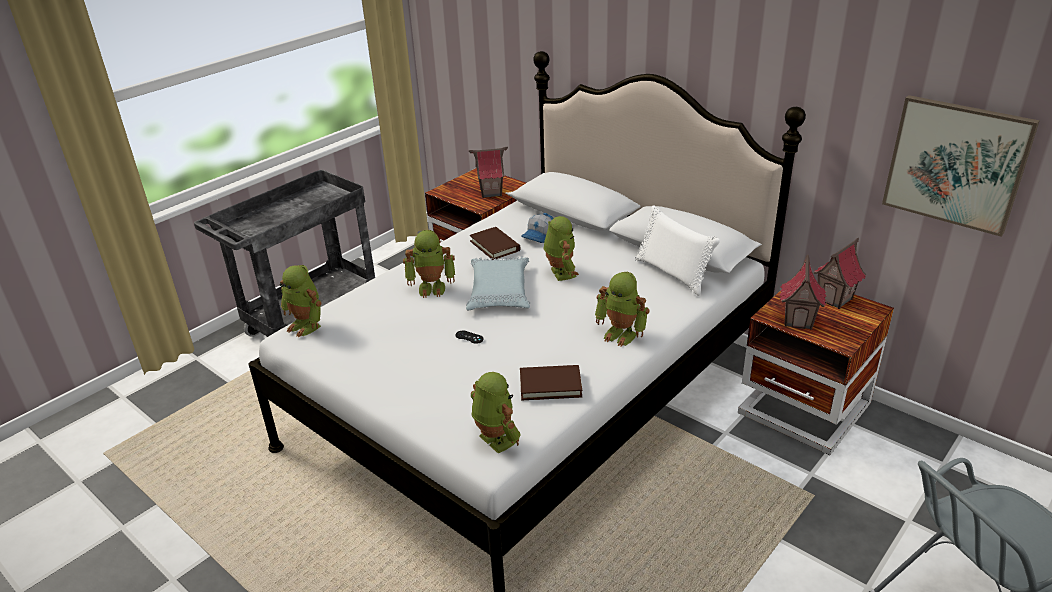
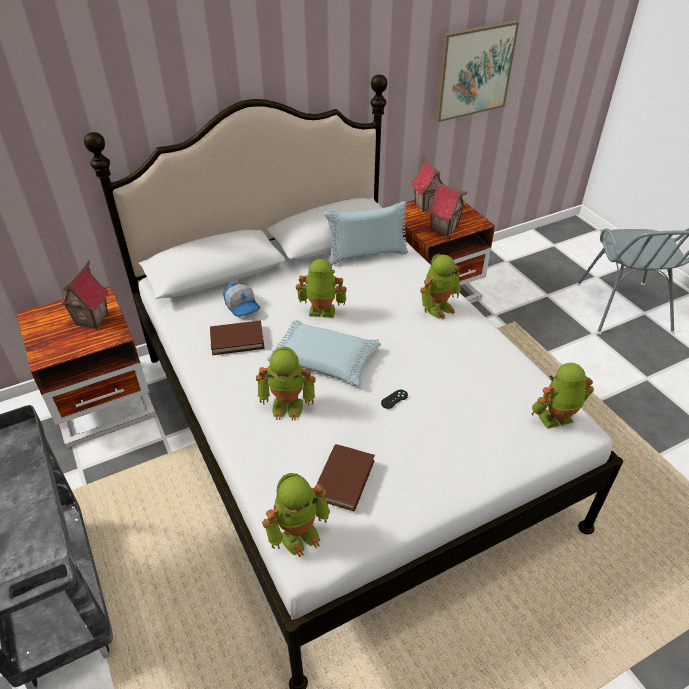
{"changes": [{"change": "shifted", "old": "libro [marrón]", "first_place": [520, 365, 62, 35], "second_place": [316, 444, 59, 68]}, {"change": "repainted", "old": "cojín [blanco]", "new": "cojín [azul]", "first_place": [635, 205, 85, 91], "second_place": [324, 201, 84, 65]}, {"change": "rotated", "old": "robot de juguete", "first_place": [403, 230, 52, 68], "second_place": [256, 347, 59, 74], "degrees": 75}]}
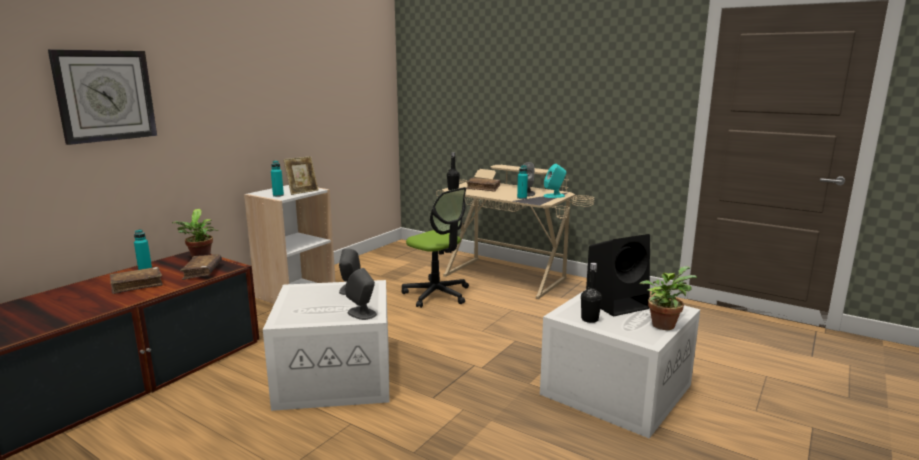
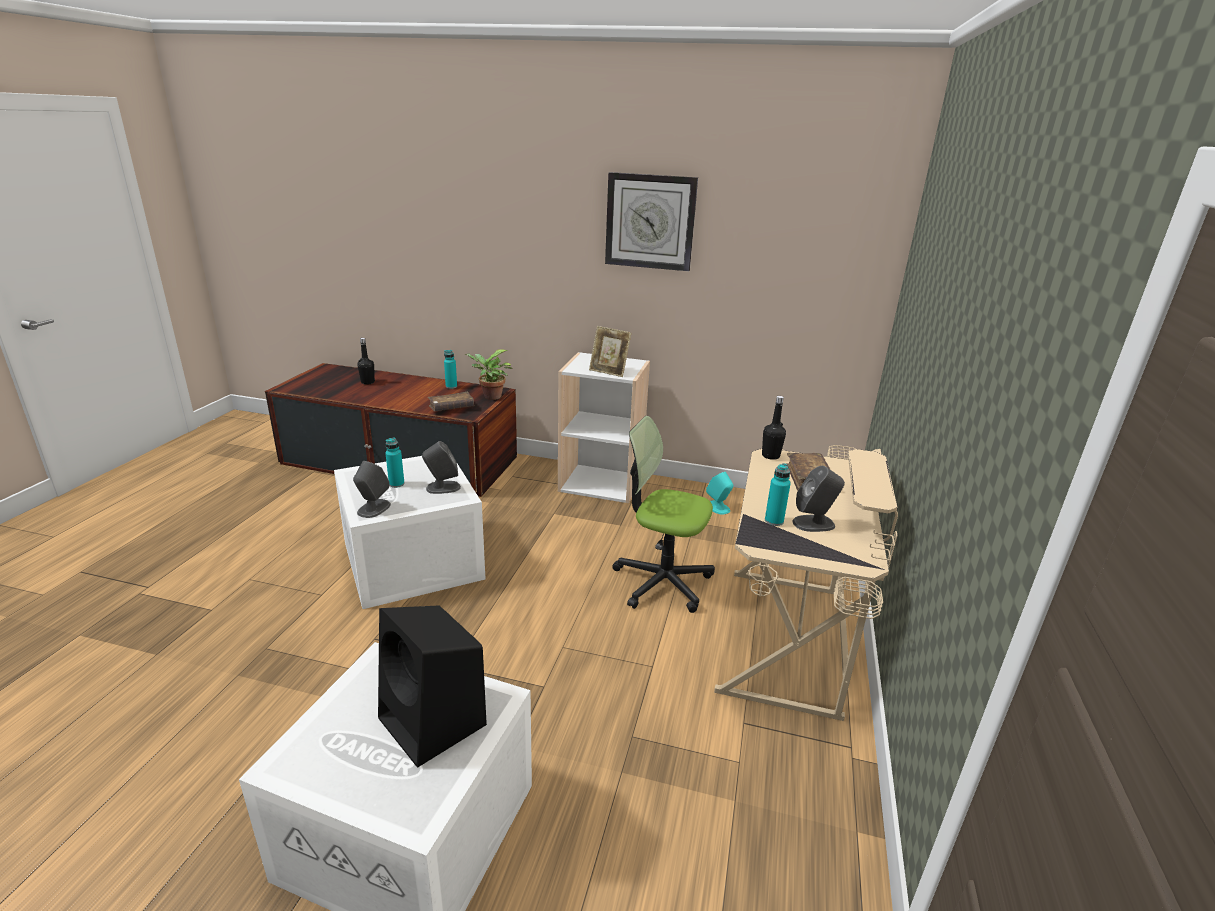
{"changes": [{"change": "gone", "old": "libro [marrón]", "first_place": [110, 267, 53, 27]}, {"change": "gone", "old": "planta en maceta", "first_place": [639, 266, 58, 64]}, {"change": "shifted", "old": "reloj de pared", "first_place": [48, 49, 109, 96], "second_place": [605, 172, 93, 99]}, {"change": "shifted", "old": "botella [turquesa]", "first_place": [271, 161, 13, 36], "second_place": [385, 437, 20, 51]}, {"change": "shifted", "old": "altavoz [turquesa]", "first_place": [544, 164, 23, 34], "second_place": [706, 472, 27, 43]}, {"change": "shifted", "old": "botella [negro]", "first_place": [581, 263, 21, 60], "second_place": [357, 338, 18, 47]}, {"change": "rotated", "old": "silla de oficina", "first_place": [402, 187, 67, 121], "second_place": [613, 416, 102, 197], "degrees": 90}]}
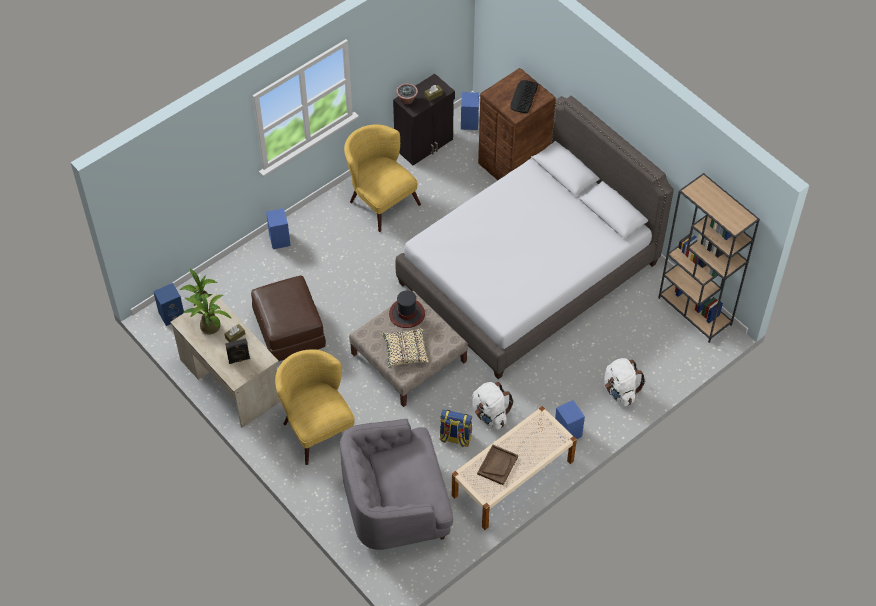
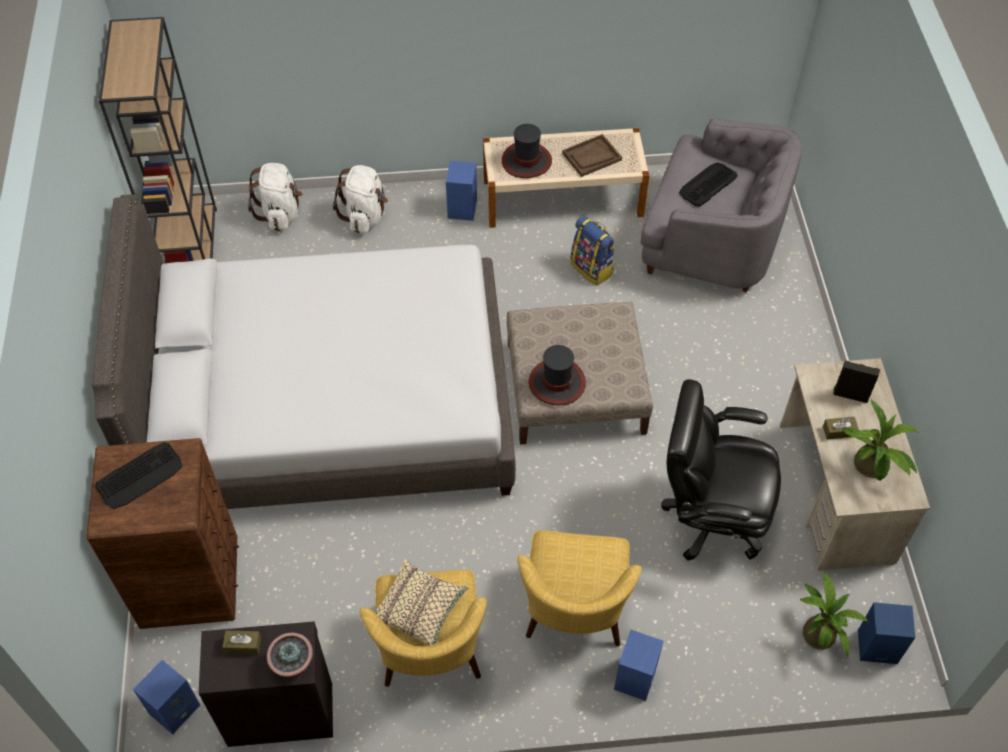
{"changes": [{"change": "new", "new": "sombrero", "second_place": [502, 124, 50, 54]}, {"change": "new", "new": "teclado", "second_place": [679, 162, 59, 45]}, {"change": "shifted", "old": "sillón [amarillo]", "first_place": [275, 349, 80, 116], "second_place": [517, 530, 125, 116]}, {"change": "shifted", "old": "cojín [beis]", "first_place": [382, 328, 47, 40], "second_place": [375, 559, 93, 87]}, {"change": "shifted", "old": "mochila [blanco]", "first_place": [472, 382, 42, 48], "second_place": [248, 163, 54, 68]}, {"change": "swapped", "old": "puf [marrón]", "new": "silla de oficina [negro]", "first_place": [251, 276, 75, 85], "second_place": [661, 379, 120, 182]}]}
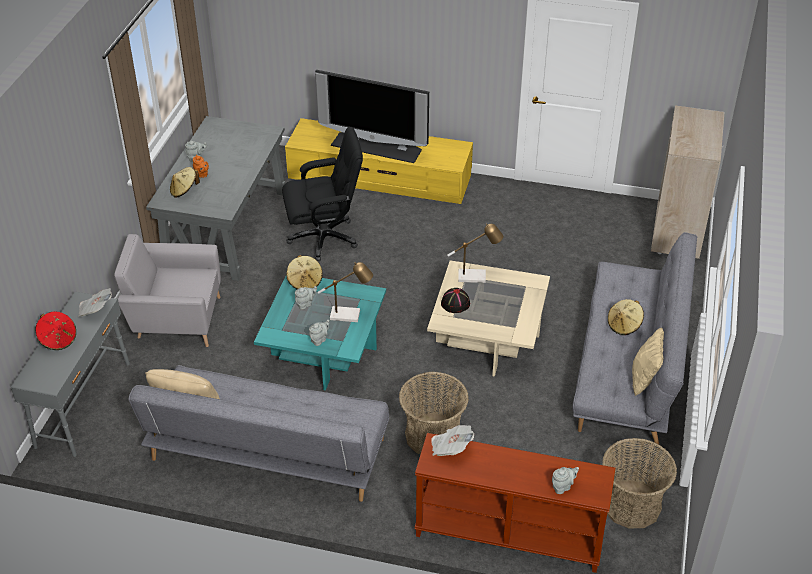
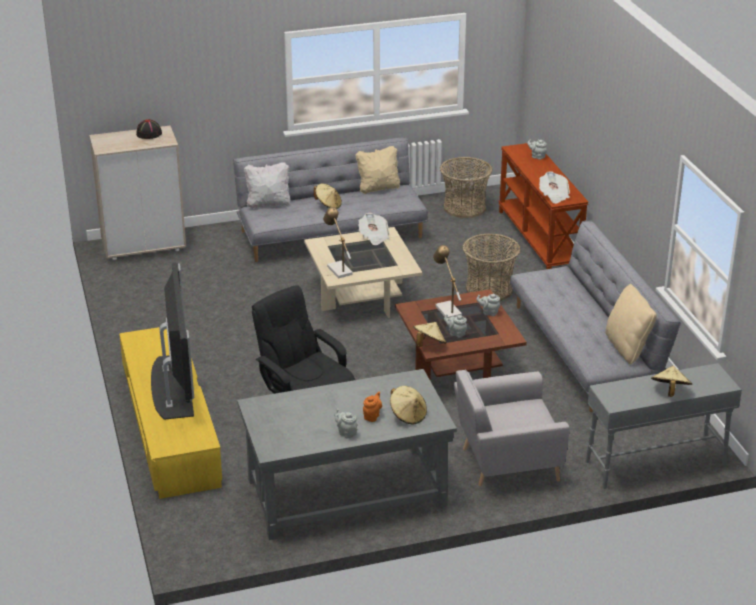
{"changes": [{"change": "new", "new": "cojín [blanco]", "second_place": [244, 162, 46, 47]}, {"change": "shifted", "old": "periódico", "first_place": [78, 288, 34, 29], "second_place": [359, 213, 31, 32]}, {"change": "shifted", "old": "sombrero [negro]", "first_place": [441, 288, 29, 25], "second_place": [136, 119, 26, 20]}, {"change": "repainted", "old": "sombrero [rojo]", "new": "sombrero [beis]", "first_place": [35, 311, 41, 39], "second_place": [651, 366, 41, 31]}, {"change": "repainted", "old": "mesa de centro [turquesa]", "new": "mesa de centro [marrón]", "first_place": [254, 276, 132, 115], "second_place": [395, 289, 132, 91]}, {"change": "rotated", "old": "sillón [gris]", "first_place": [114, 234, 107, 113], "second_place": [454, 370, 116, 116], "degrees": 105}]}
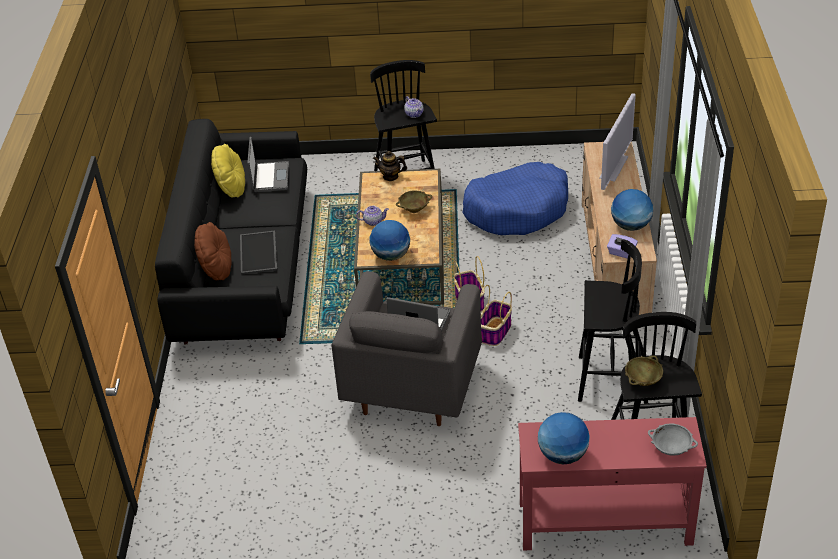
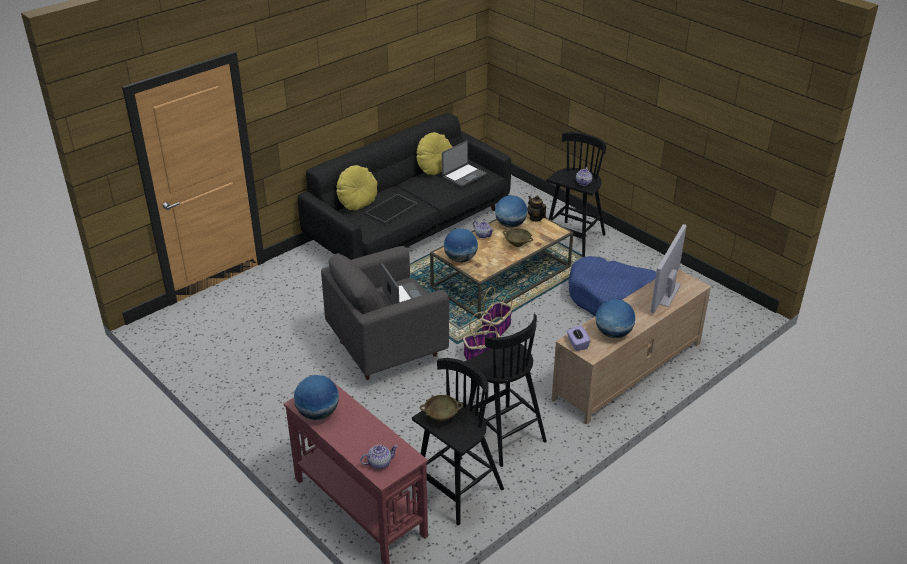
{"changes": [{"change": "new", "new": "globo terráqueo", "second_place": [495, 195, 32, 33]}, {"change": "swapped", "old": "cuenco [gris]", "new": "tetera", "first_place": [648, 424, 50, 32], "second_place": [360, 445, 38, 24]}, {"change": "repainted", "old": "cojín [marrón]", "new": "cojín [amarillo]", "first_place": [194, 222, 37, 58], "second_place": [336, 165, 41, 46]}, {"change": "rotated", "old": "televisor", "first_place": [599, 93, 37, 97], "second_place": [651, 224, 35, 89], "degrees": 135}]}
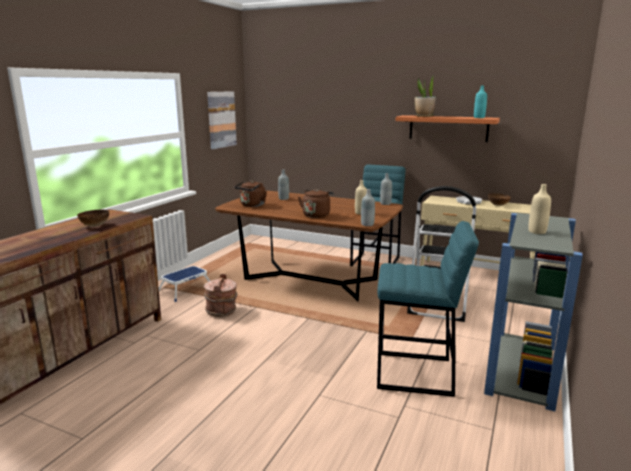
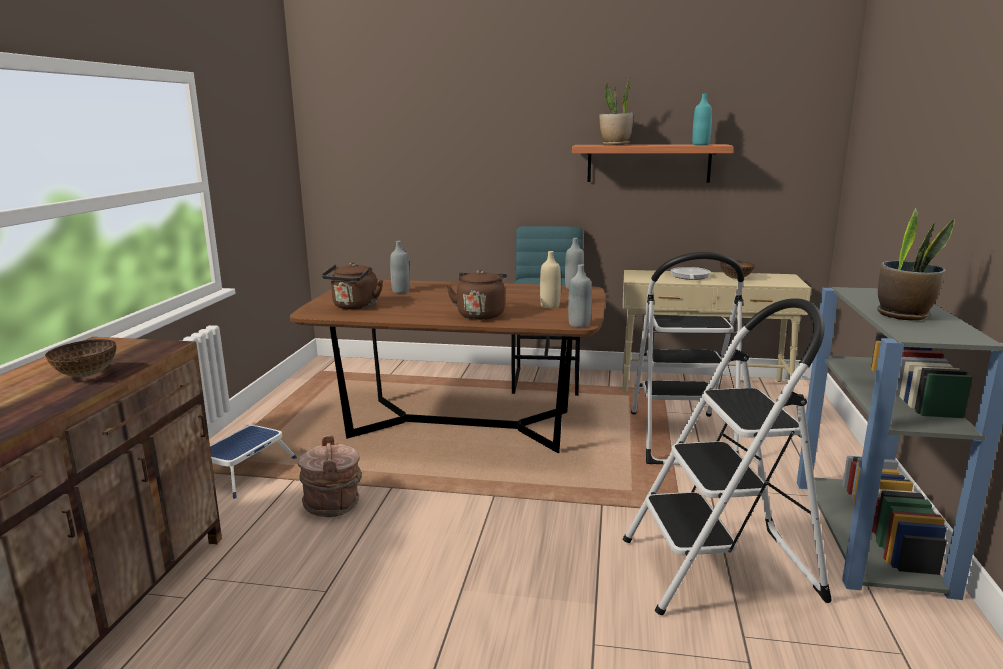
{"changes": [{"change": "gone", "old": "cuadro", "first_place": [207, 91, 30, 58]}, {"change": "swapped", "old": "taburete [turquesa]", "new": "escalera de tijera", "first_place": [377, 221, 102, 176], "second_place": [623, 298, 209, 317]}, {"change": "swapped", "old": "botella [beis]", "new": "planta en maceta", "first_place": [528, 184, 23, 50], "second_place": [877, 207, 78, 114]}]}
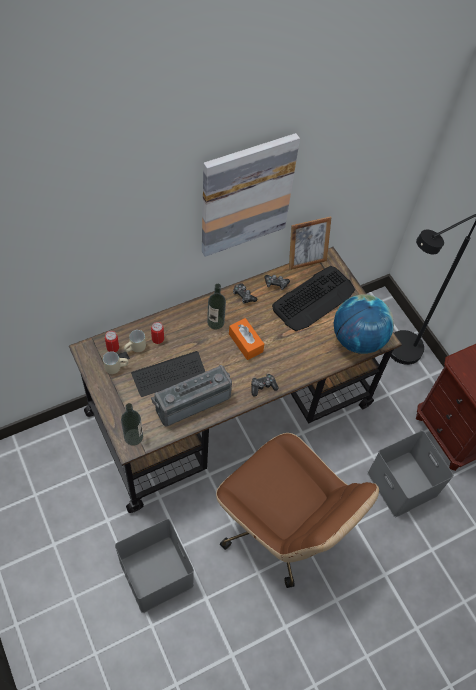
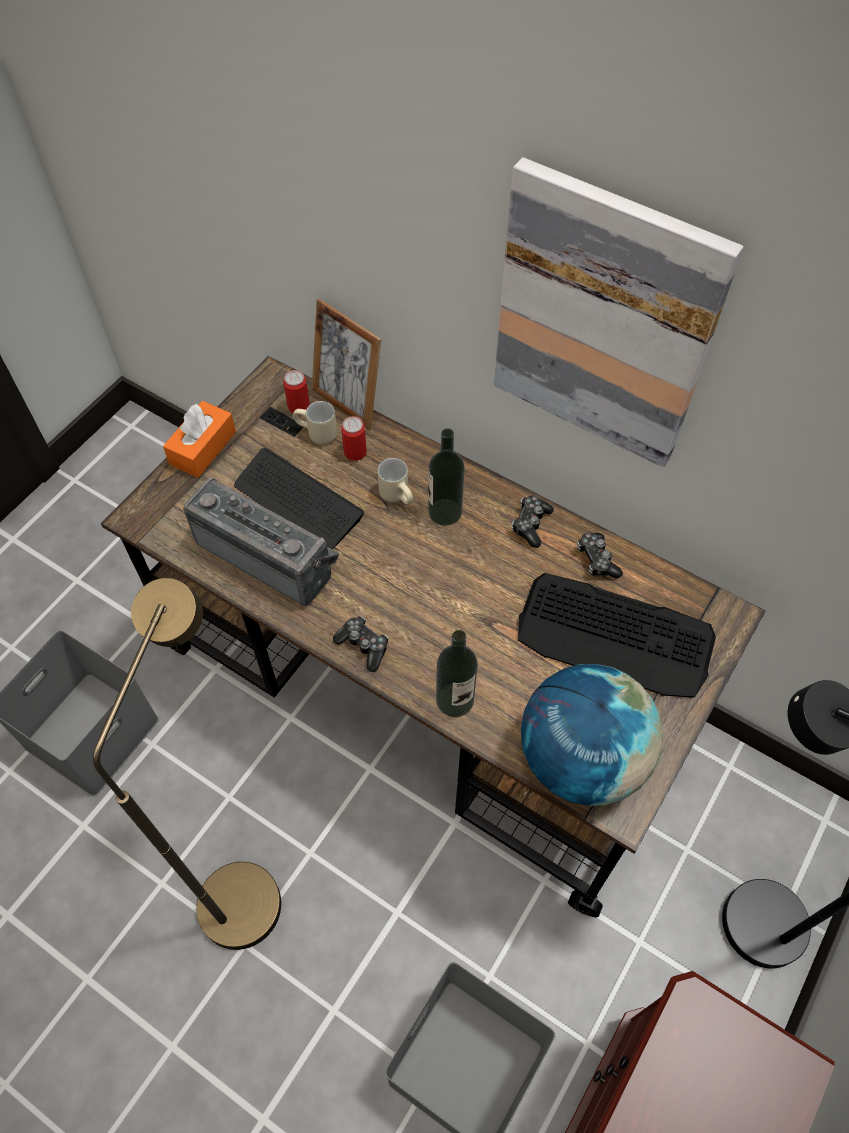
{"changes": [{"change": "shifted", "old": "taza grande [beis]", "first_place": [103, 351, 26, 23], "second_place": [378, 458, 35, 47]}, {"change": "shifted", "old": "botella", "first_place": [121, 403, 22, 43], "second_place": [436, 630, 42, 87]}, {"change": "shifted", "old": "caja de pañuelos [naranja]", "first_place": [229, 318, 35, 42], "second_place": [163, 401, 73, 77]}, {"change": "shifted", "old": "portarretratos", "first_place": [289, 216, 42, 54], "second_place": [312, 299, 70, 131]}, {"change": "swapped", "old": "silla de oficina [marrón]", "new": "lámpara de pie [marrón]", "first_place": [216, 433, 163, 155], "second_place": [93, 578, 188, 372]}]}
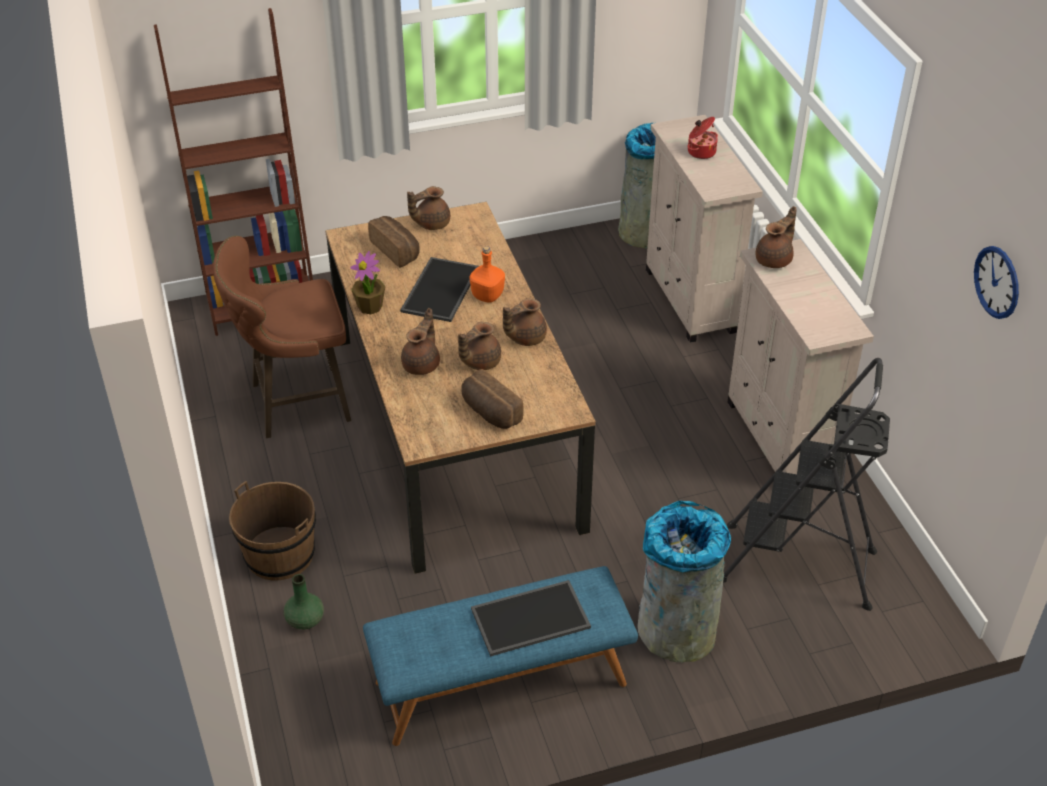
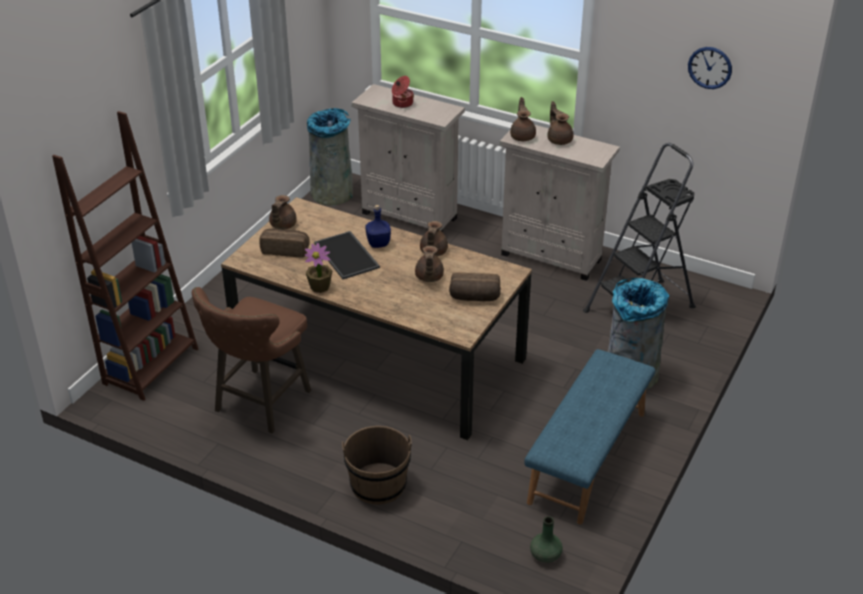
{"changes": [{"change": "gone", "old": "bandeja", "first_place": [471, 580, 120, 77]}, {"change": "shifted", "old": "florero [verde]", "first_place": [284, 574, 40, 56], "second_place": [530, 516, 33, 47]}, {"change": "shifted", "old": "tetera [marrón]", "first_place": [401, 308, 39, 67], "second_place": [547, 101, 26, 44]}, {"change": "repainted", "old": "botella [naranja]", "new": "botella [azul]", "first_place": [470, 246, 35, 57], "second_place": [365, 205, 26, 43]}]}
